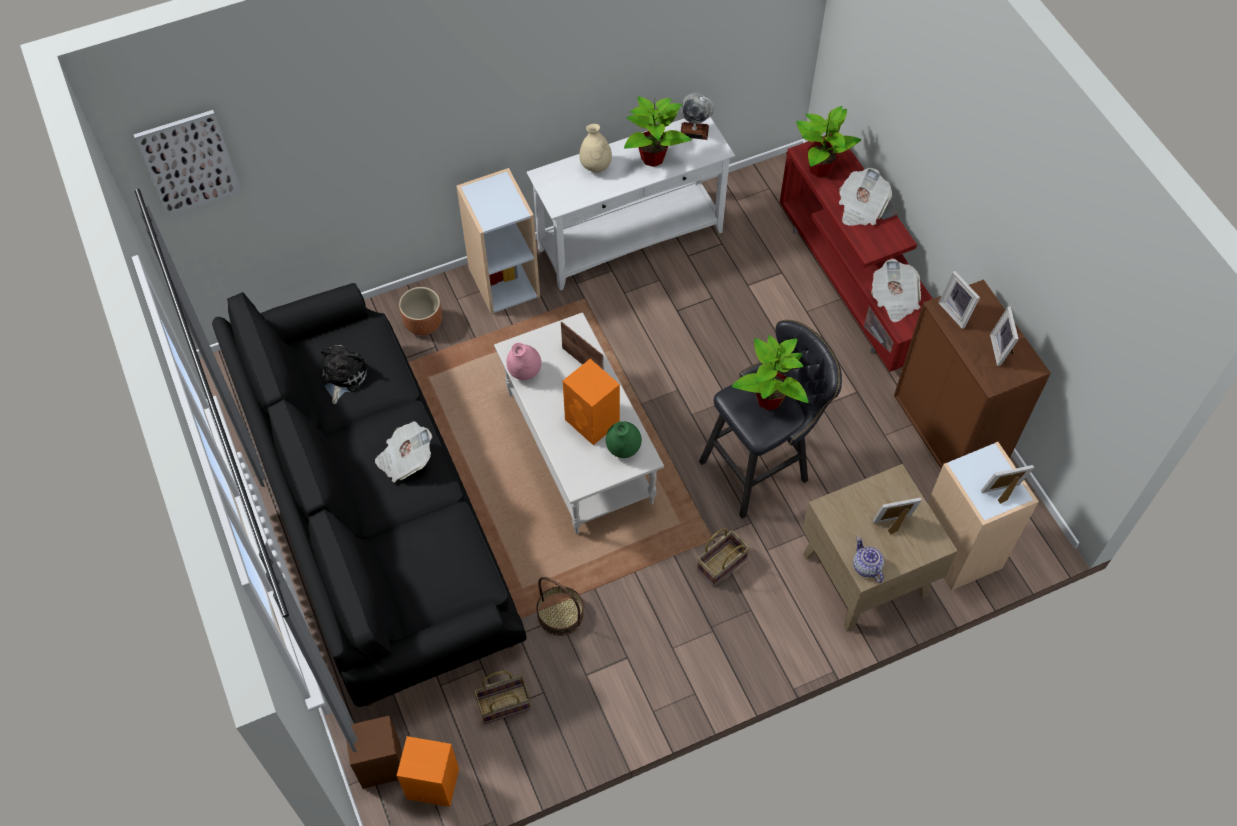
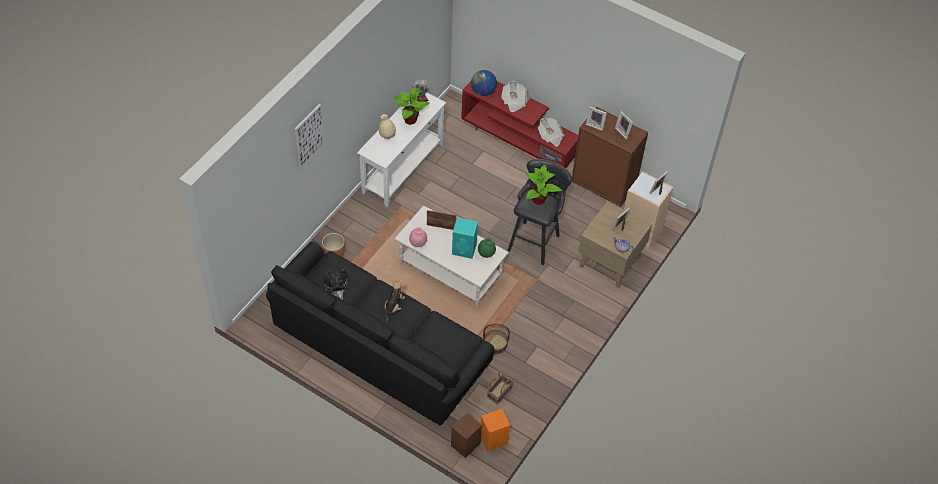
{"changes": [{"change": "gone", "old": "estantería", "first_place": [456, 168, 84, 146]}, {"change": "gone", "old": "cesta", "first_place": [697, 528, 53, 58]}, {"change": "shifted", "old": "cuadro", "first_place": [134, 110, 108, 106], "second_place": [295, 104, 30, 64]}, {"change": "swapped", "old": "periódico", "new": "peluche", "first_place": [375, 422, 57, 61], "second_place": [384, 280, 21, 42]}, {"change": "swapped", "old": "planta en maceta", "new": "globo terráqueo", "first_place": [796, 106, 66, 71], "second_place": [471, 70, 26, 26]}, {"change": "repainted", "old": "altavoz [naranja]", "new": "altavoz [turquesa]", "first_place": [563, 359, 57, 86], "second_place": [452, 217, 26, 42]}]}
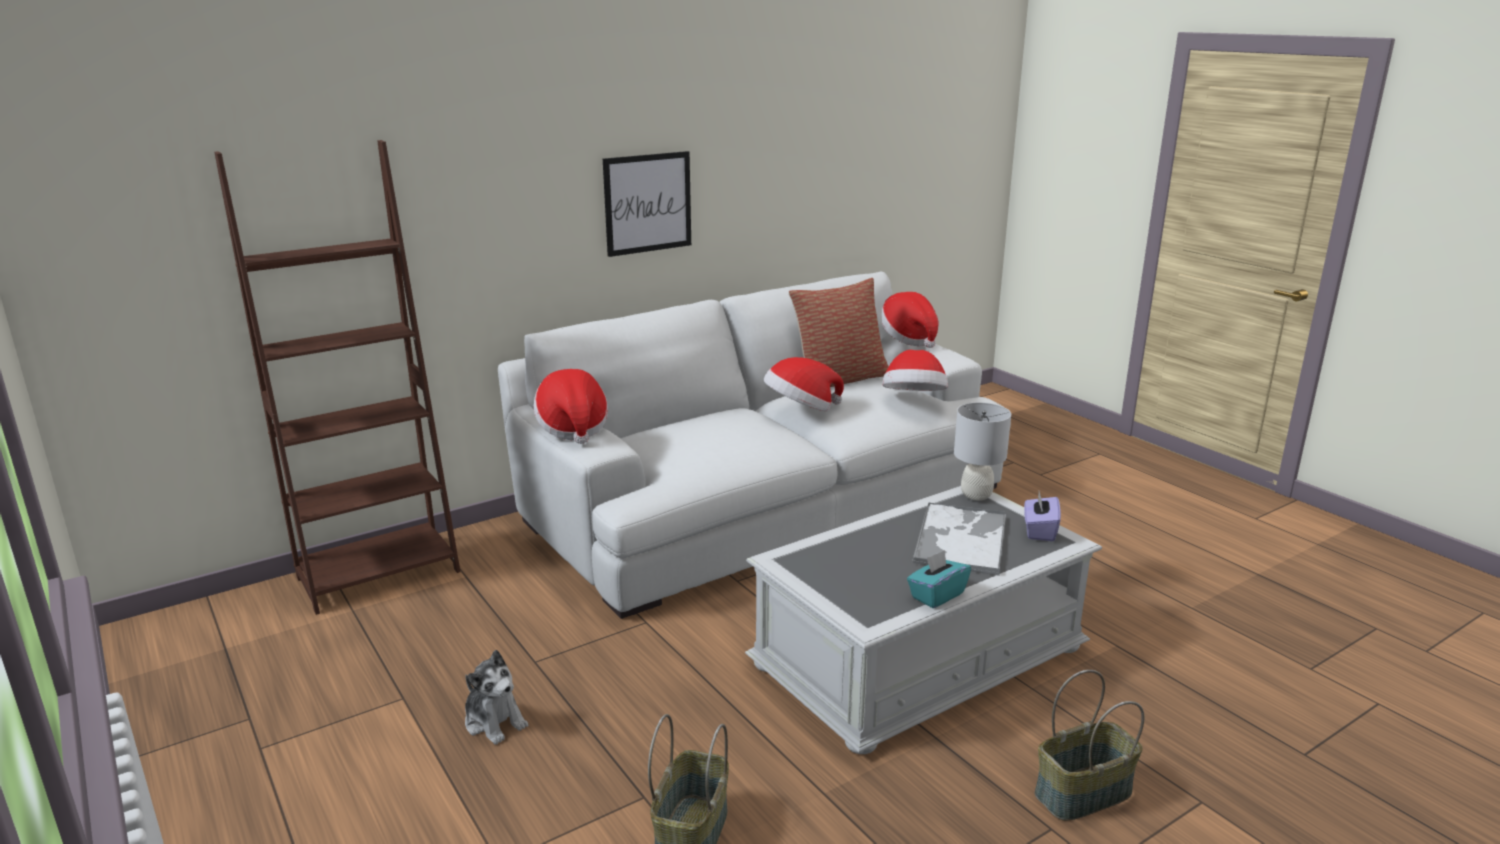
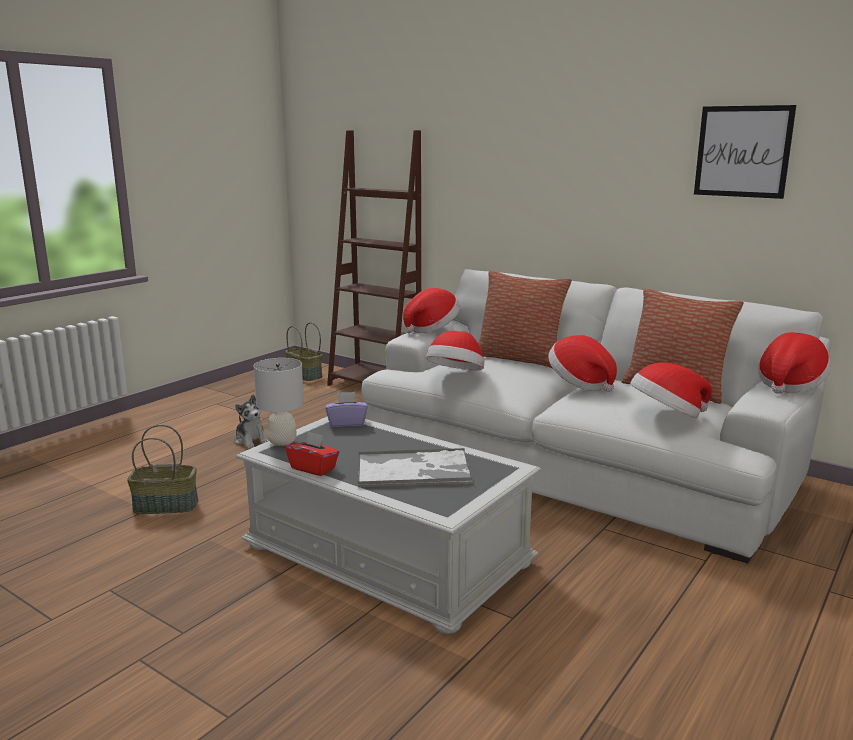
{"changes": [{"change": "new", "new": "sombrero", "second_place": [426, 331, 58, 39]}, {"change": "new", "new": "cojín", "second_place": [478, 271, 94, 97]}, {"change": "shifted", "old": "cuadro", "first_place": [603, 151, 88, 106], "second_place": [694, 105, 102, 94]}, {"change": "shifted", "old": "lámpara de mesa [gris]", "first_place": [954, 402, 57, 99], "second_place": [253, 358, 51, 88]}, {"change": "shifted", "old": "caja de pañuelos [morado]", "first_place": [1024, 492, 37, 49], "second_place": [326, 392, 42, 35]}, {"change": "shifted", "old": "cesta", "first_place": [1034, 670, 110, 151], "second_place": [285, 322, 37, 59]}, {"change": "repainted", "old": "caja de pañuelos [turquesa]", "new": "caja de pañuelos [rojo]", "first_place": [907, 550, 64, 58], "second_place": [285, 431, 54, 45]}, {"change": "rotated", "old": "peluche", "first_place": [465, 650, 63, 95], "second_place": [235, 395, 33, 54], "degrees": -60}]}
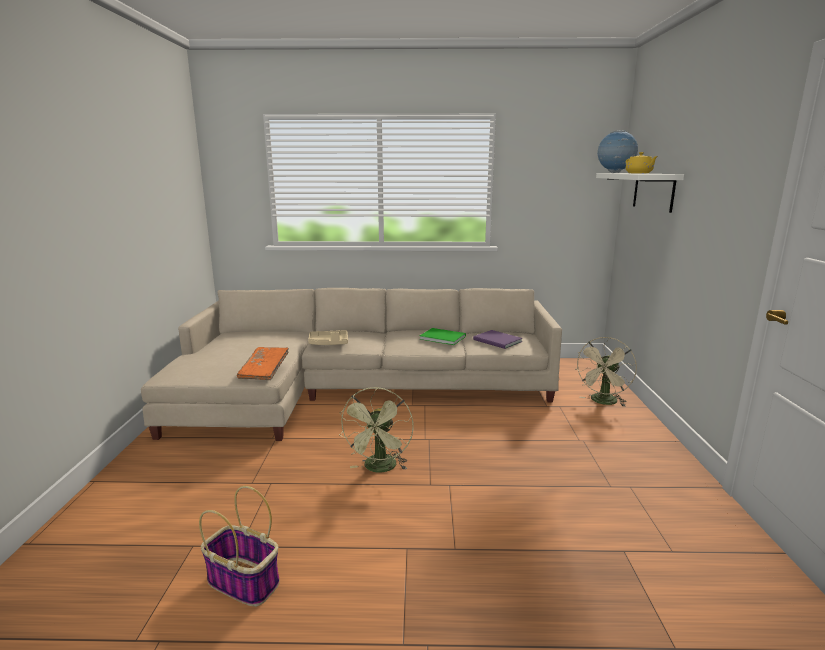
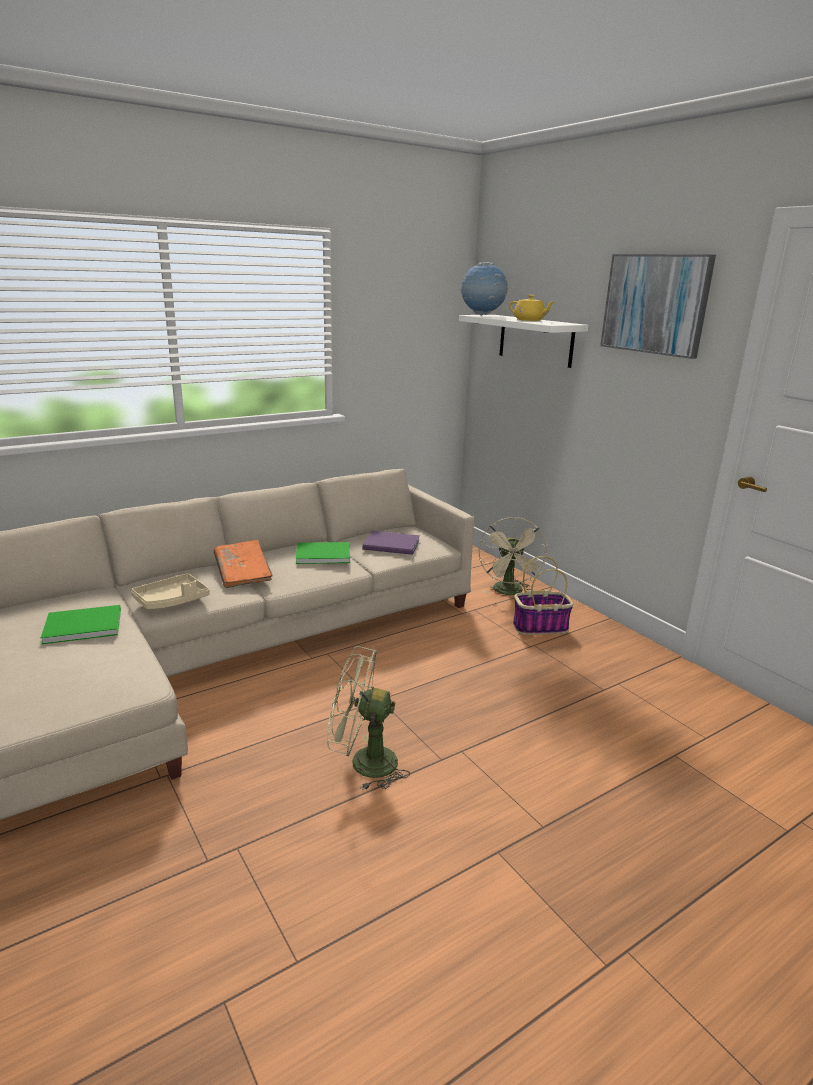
{"changes": [{"change": "new", "new": "libro [verde]", "second_place": [41, 605, 80, 39]}, {"change": "new", "new": "cuadro", "second_place": [600, 254, 116, 105]}, {"change": "shifted", "old": "cesta", "first_place": [199, 486, 81, 121], "second_place": [513, 556, 61, 79]}, {"change": "shifted", "old": "libro [naranja]", "first_place": [237, 347, 52, 33], "second_place": [214, 539, 59, 49]}, {"change": "rotated", "old": "ventilador [verde]", "first_place": [339, 387, 75, 86], "second_place": [327, 646, 83, 144], "degrees": 120}]}
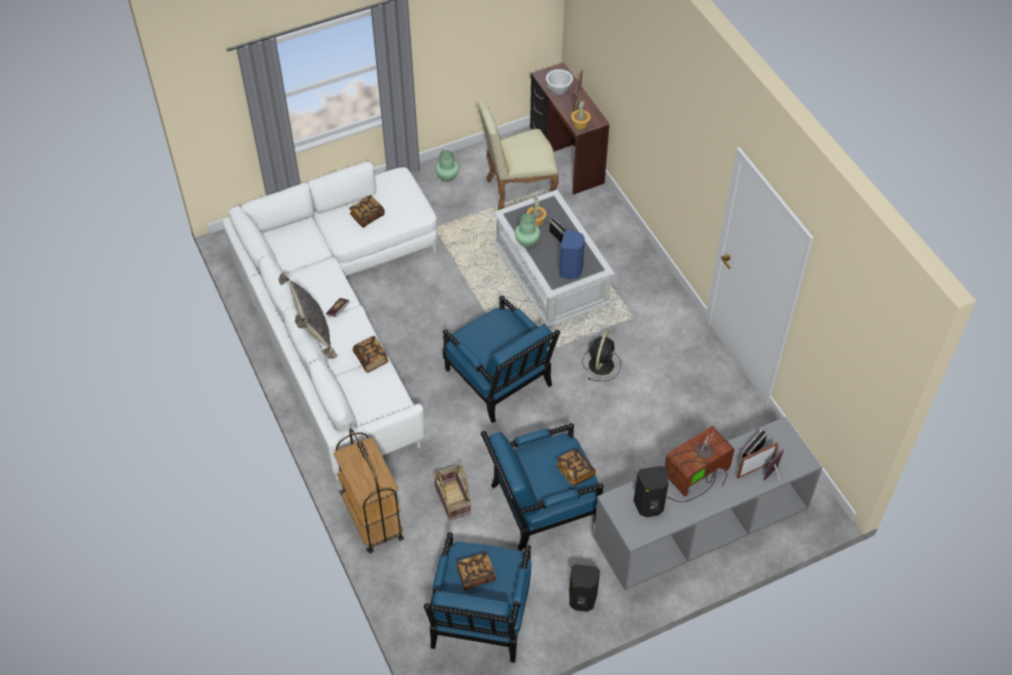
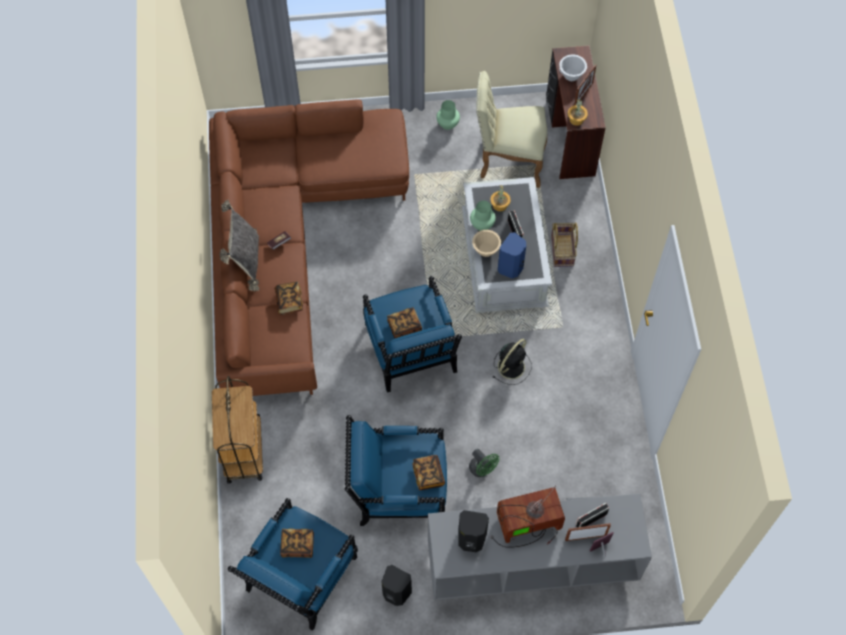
{"changes": [{"change": "new", "new": "ventilador [verde]", "second_place": [469, 449, 30, 28]}, {"change": "new", "new": "cuenco [beis]", "second_place": [472, 230, 29, 27]}, {"change": "shifted", "old": "libro", "first_place": [349, 195, 36, 33], "second_place": [387, 307, 35, 32]}, {"change": "shifted", "old": "cesta", "first_place": [433, 465, 38, 56], "second_place": [551, 222, 27, 45]}, {"change": "repainted", "old": "sofá [blanco]", "new": "sofá [marrón]", "first_place": [222, 162, 216, 318], "second_place": [209, 100, 200, 296]}]}
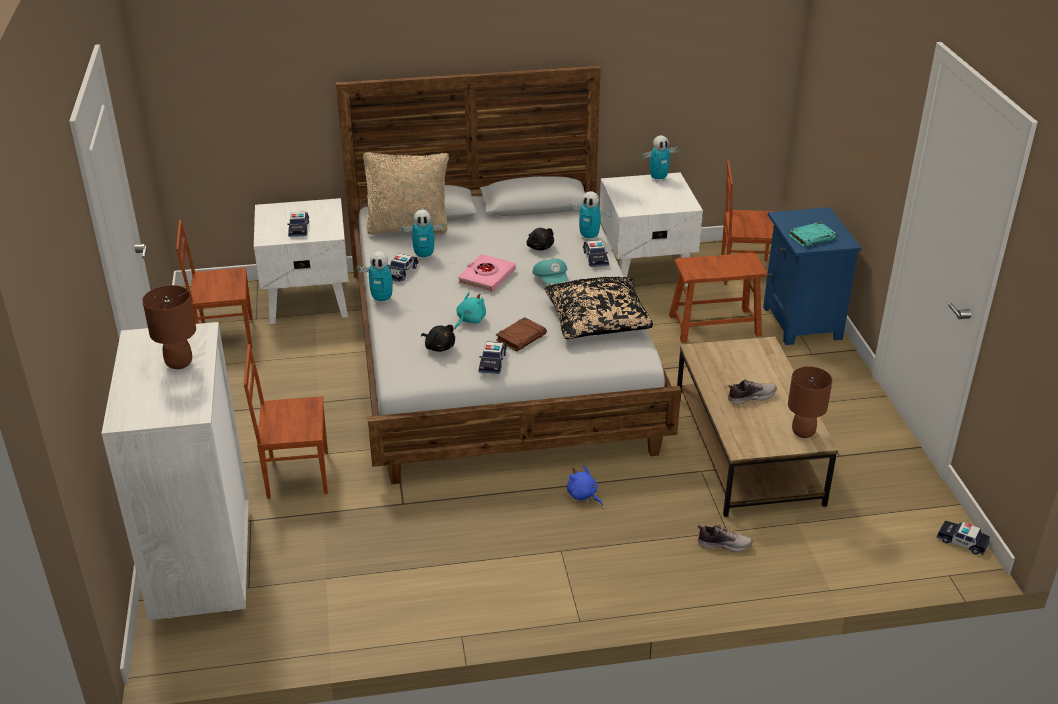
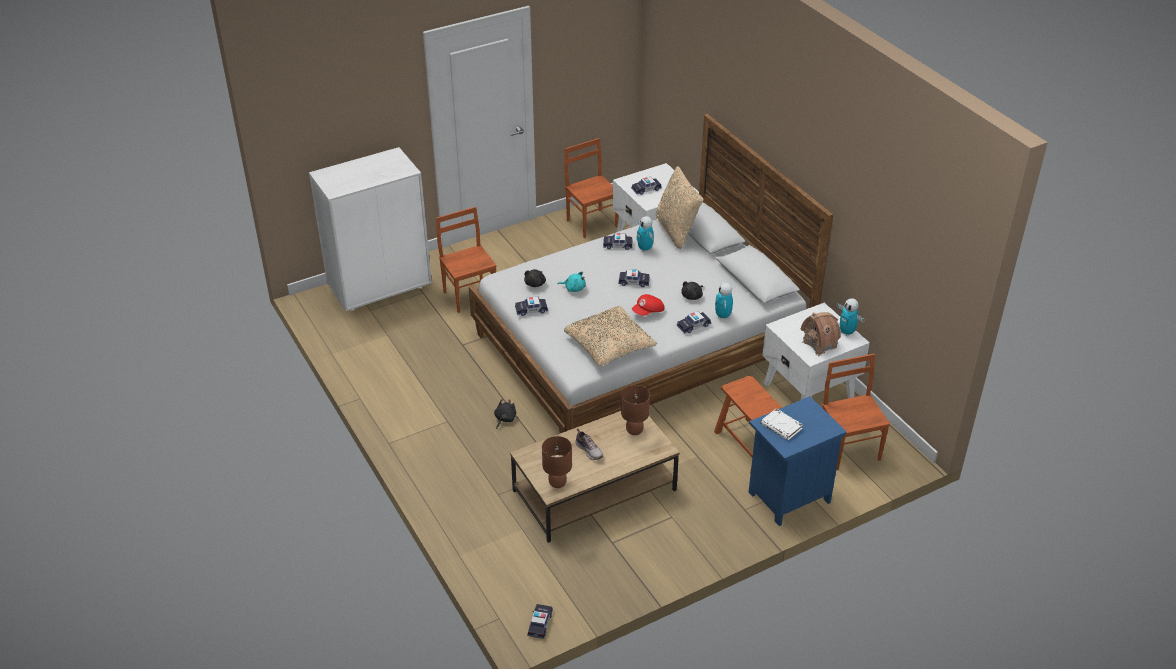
{"changes": [{"change": "gone", "old": "robot de juguete", "first_place": [357, 251, 46, 52]}, {"change": "gone", "old": "libro [marrón]", "first_place": [496, 317, 51, 34]}, {"change": "gone", "old": "zapato", "first_place": [698, 525, 54, 27]}, {"change": "new", "new": "casita", "second_place": [801, 312, 40, 45]}, {"change": "shifted", "old": "lámpara de mesa [marrón]", "first_place": [142, 285, 54, 84], "second_place": [621, 385, 29, 50]}, {"change": "swapped", "old": "libro [rosa]", "new": "coche de juguete", "first_place": [458, 254, 58, 38], "second_place": [618, 269, 32, 18]}, {"change": "repainted", "old": "gorra [turquesa]", "new": "gorra [rojo]", "first_place": [532, 259, 36, 25], "second_place": [632, 294, 33, 22]}, {"change": "repainted", "old": "cojín [negro]", "new": "cojín [beis]", "first_place": [544, 277, 109, 62], "second_place": [564, 306, 93, 60]}, {"change": "repainted", "old": "peluche [azul]", "new": "peluche [negro]", "first_place": [567, 466, 36, 39], "second_place": [494, 399, 22, 30]}, {"change": "repainted", "old": "libro [turquesa]", "new": "libro [blanco]", "first_place": [788, 222, 49, 25], "second_place": [761, 409, 42, 31]}]}
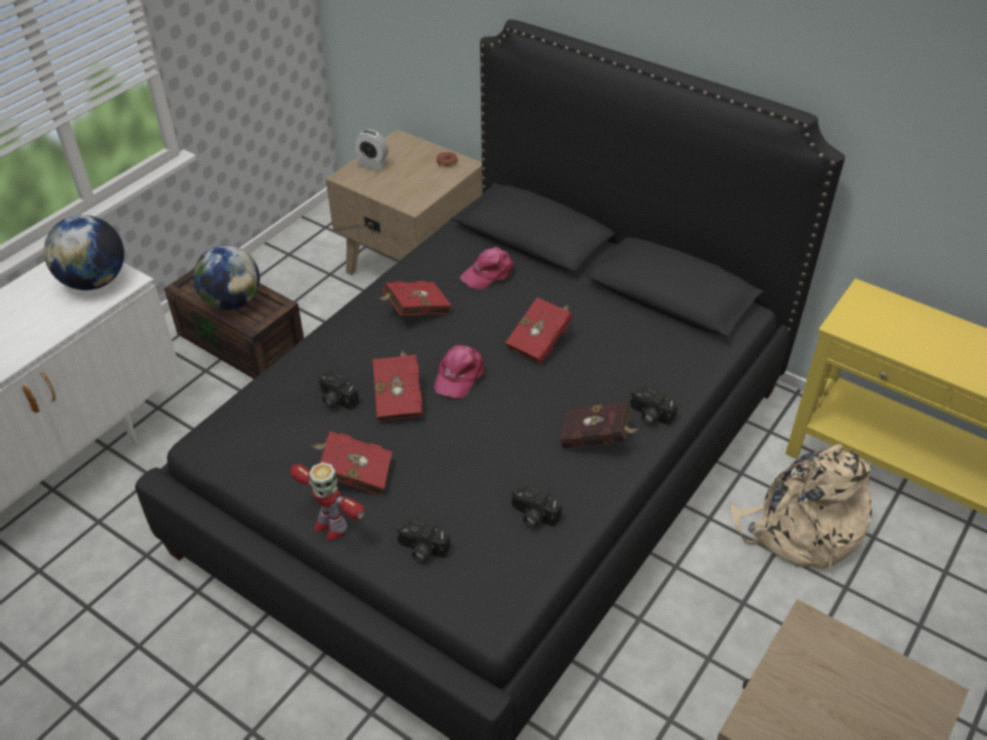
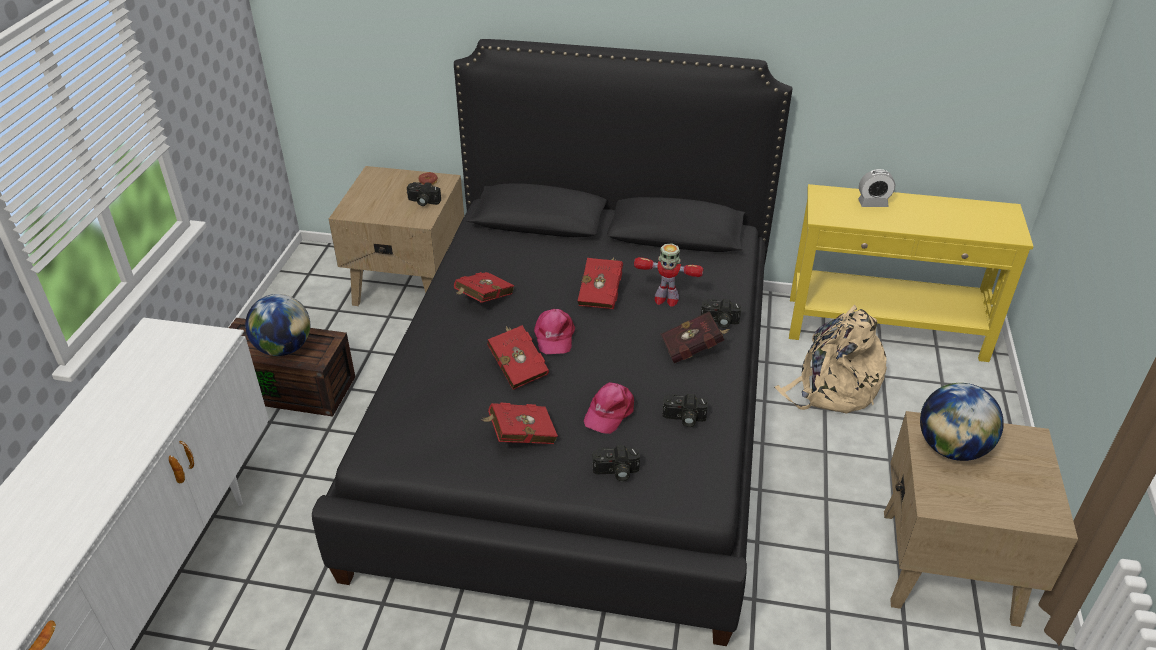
{"changes": [{"change": "shifted", "old": "globo terráqueo", "first_place": [44, 215, 80, 75], "second_place": [920, 383, 84, 78]}, {"change": "shifted", "old": "robot de juguete", "first_place": [290, 462, 75, 78], "second_place": [634, 243, 69, 64]}, {"change": "shifted", "old": "cámara", "first_place": [317, 369, 42, 41], "second_place": [407, 182, 34, 24]}, {"change": "shifted", "old": "despertador", "first_place": [354, 130, 34, 41], "second_place": [858, 169, 37, 38]}, {"change": "shifted", "old": "gorra [rosa]", "first_place": [460, 247, 54, 43], "second_place": [584, 382, 50, 52]}]}
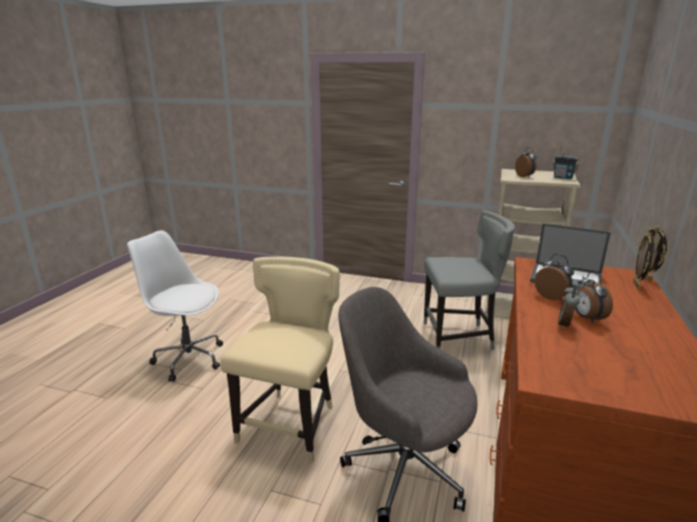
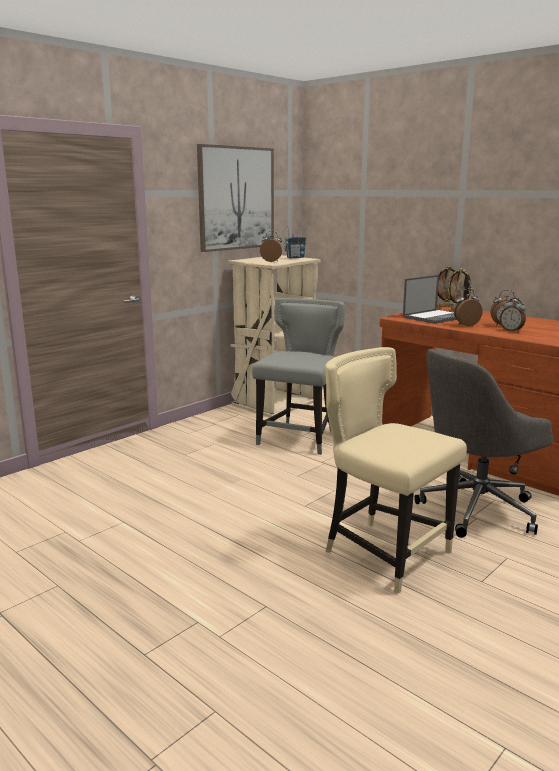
{"changes": [{"change": "gone", "old": "silla de oficina [blanco]", "first_place": [127, 230, 96, 152]}, {"change": "new", "new": "cuadro", "second_place": [197, 144, 77, 108]}]}
